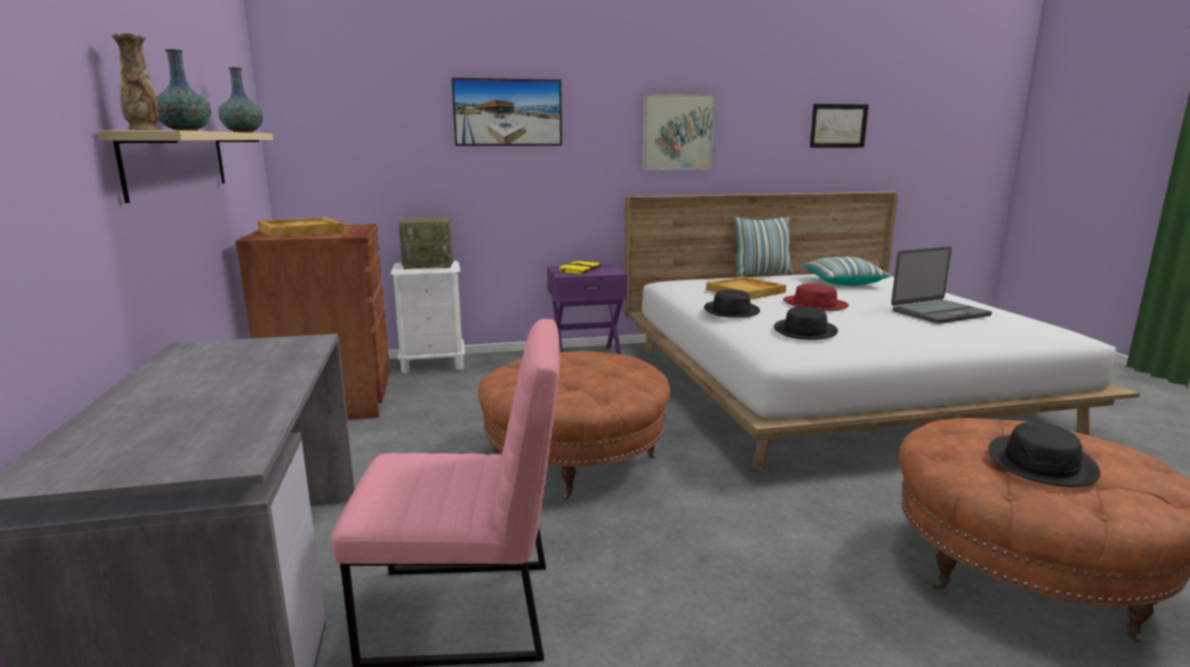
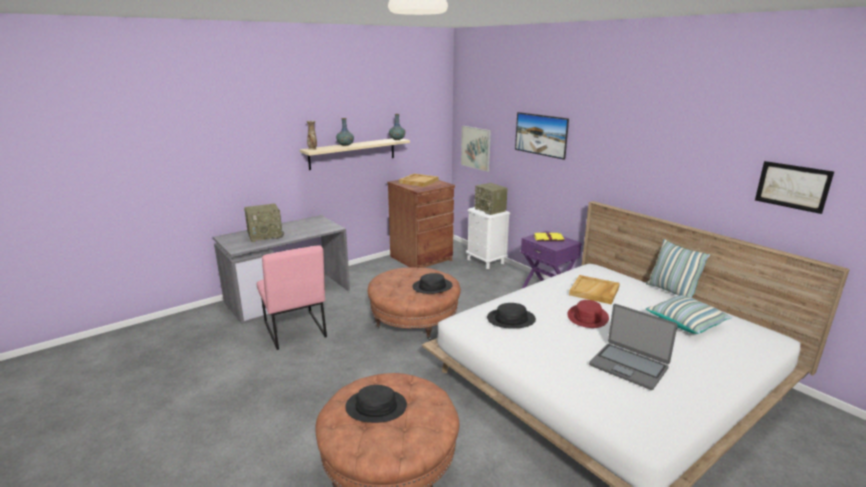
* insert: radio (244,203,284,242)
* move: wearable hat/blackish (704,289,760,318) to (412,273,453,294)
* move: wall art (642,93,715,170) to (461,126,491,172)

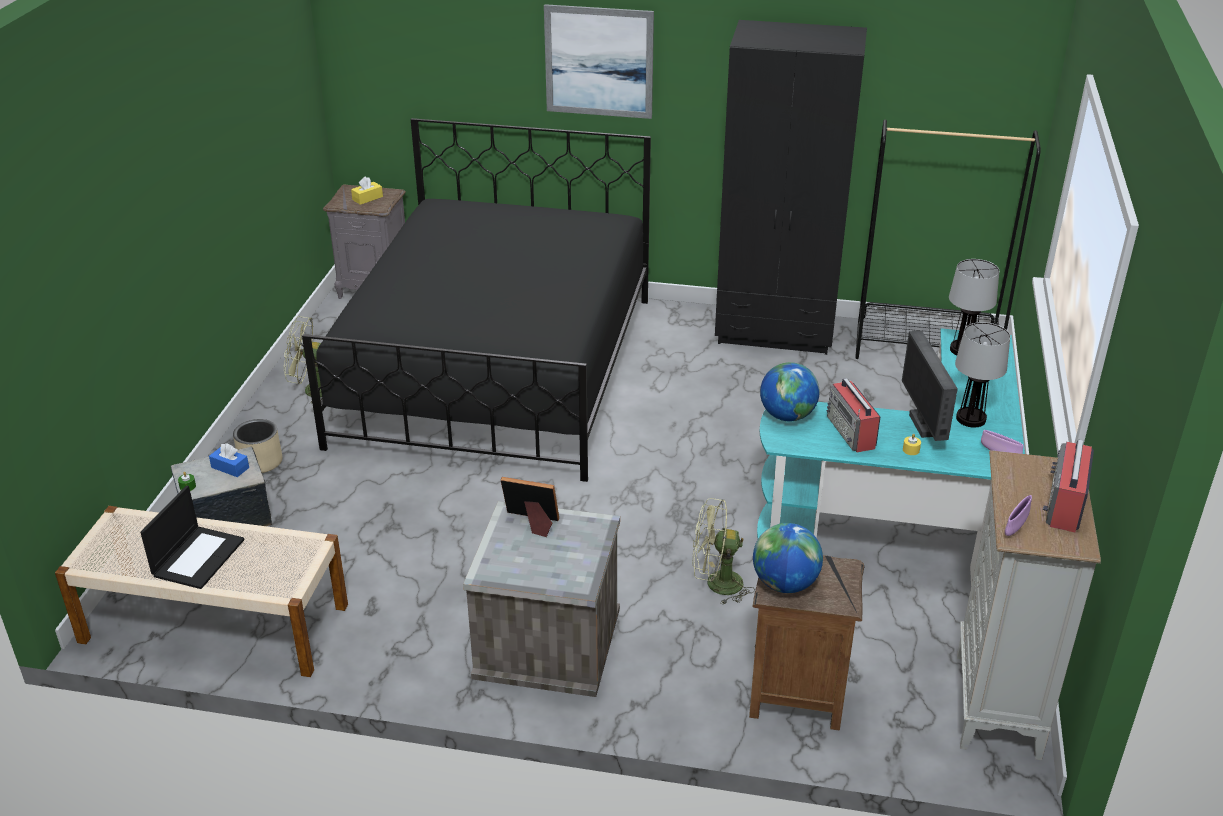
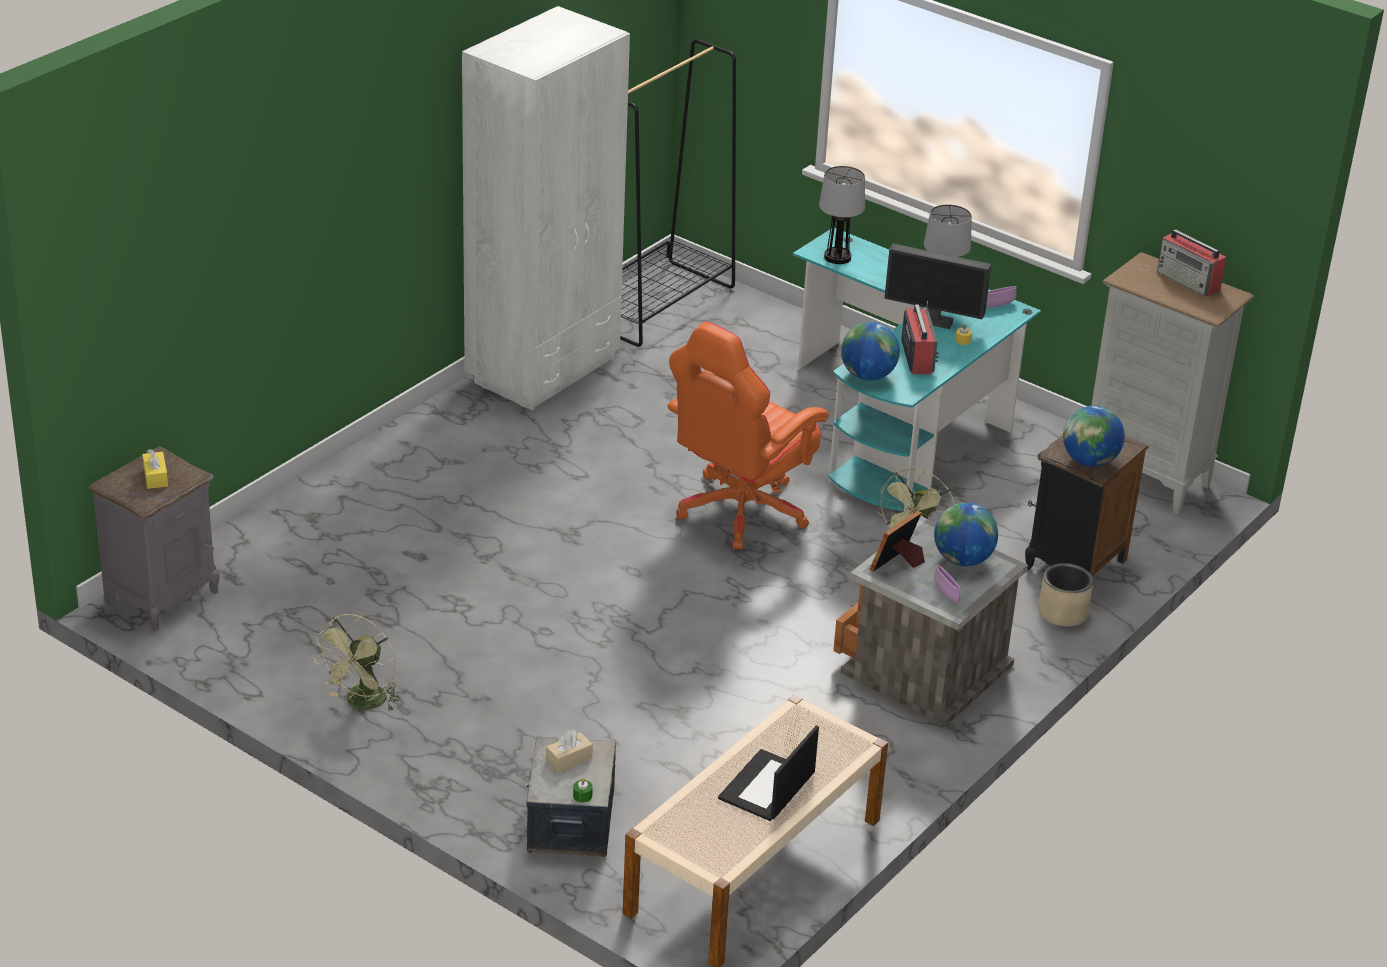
* recolor: wardrobe/blackish (715,20,867,355) to wardrobe/white-coloured (462,6,630,411)
* recolor: tissue holder/blue-coloured (209,443,249,477) to tissue holder/beige (546,730,593,772)
* insert: office chair/orange-coloured (667,321,829,550)
* rotate: notebook computer (140,486,245,589) = (718,725,819,821) 105 degrees counterclockwise
* rotate: radio (826,378,880,452) = (901,301,939,374) 105 degrees counterclockwise
* insert: globe (934,502,998,566)
* move: serving bowl/purplish (1005,495,1032,536) to (934,565,960,603)
* move: planter/beige (233,419,282,473) to (1038,563,1093,627)
* delete: bed/blackish (302,118,651,482)
* delete: wall art (544,4,654,119)

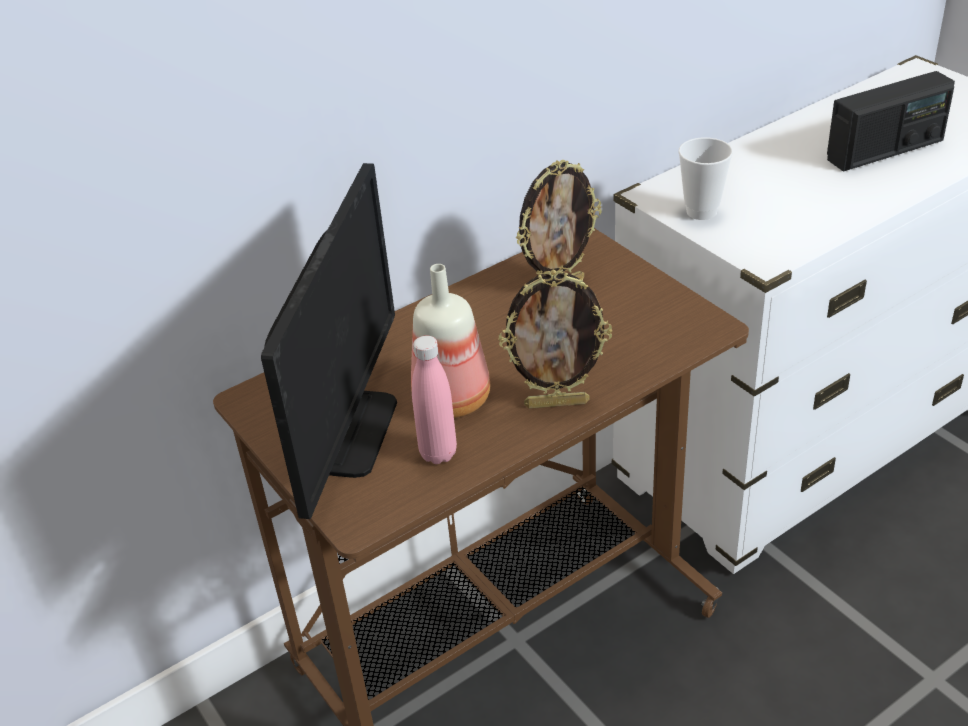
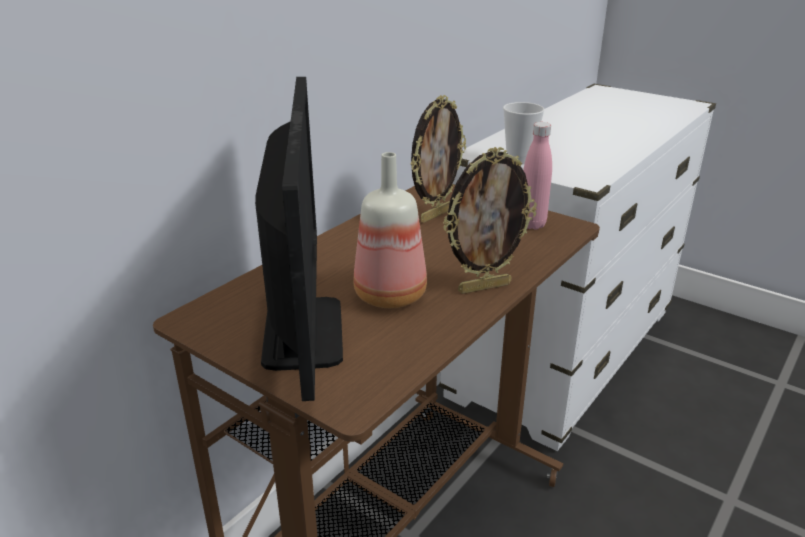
* move: beverage bottle/pink-coloured (412,336,457,464) to (523,122,552,230)
* delete: radio (827,71,955,171)

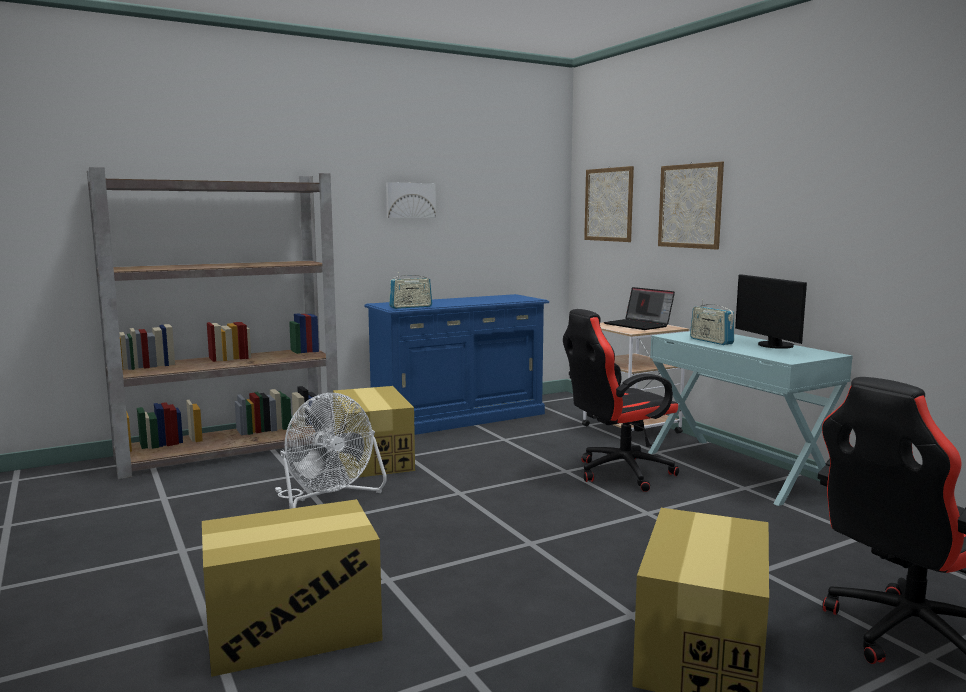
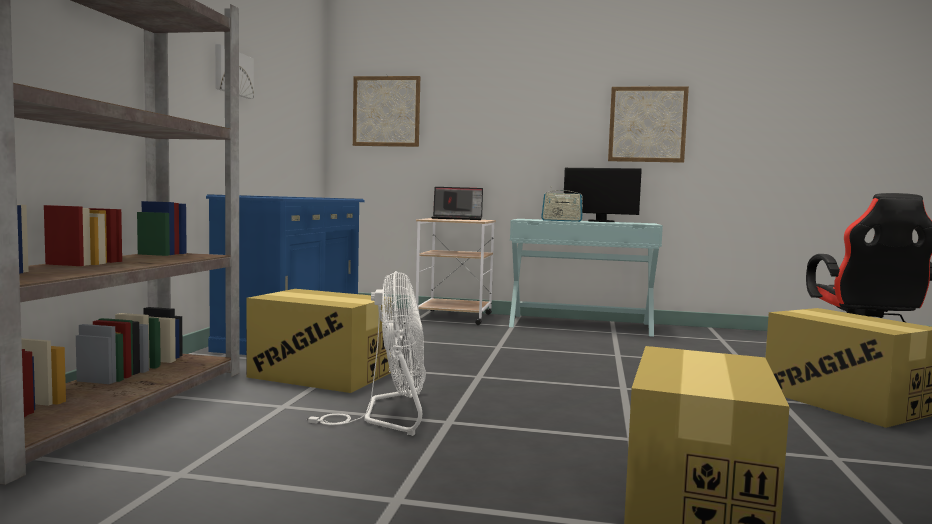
* move: wall art (658,162,724,249) to (608,85,689,163)
* delete: radio (389,272,432,309)
* delete: office chair/blackish (563,309,679,492)

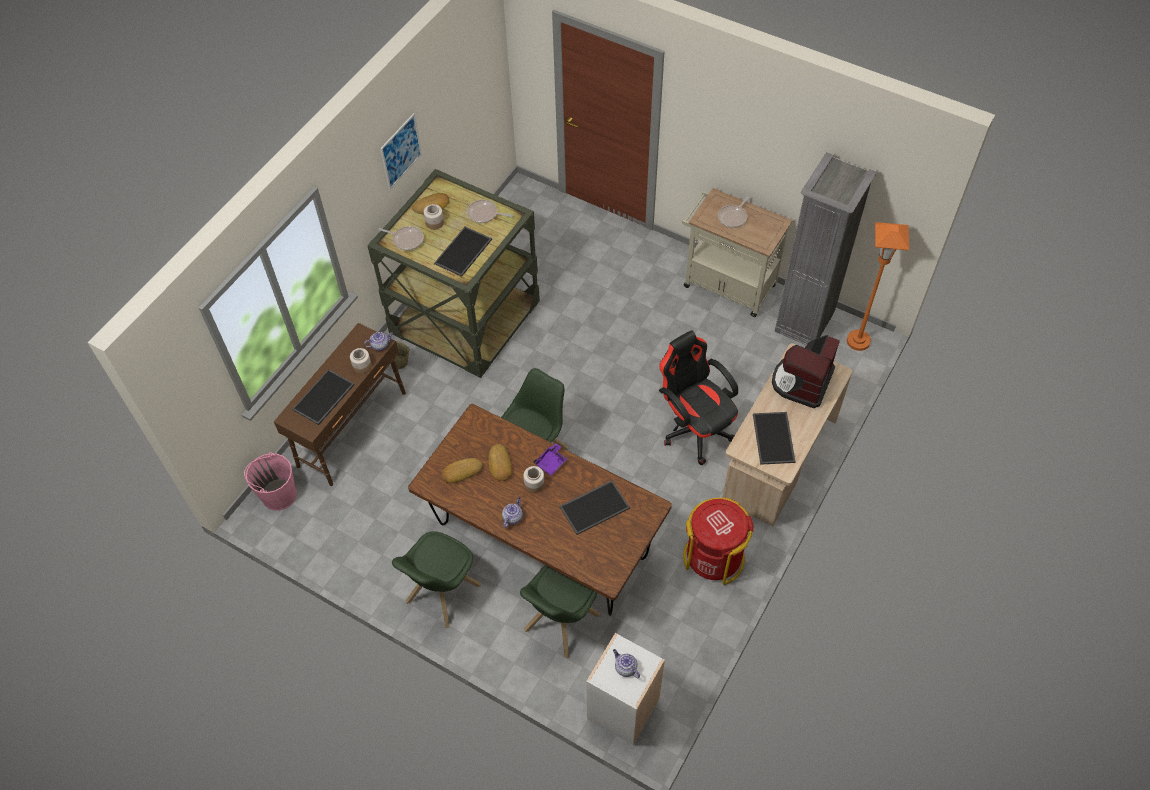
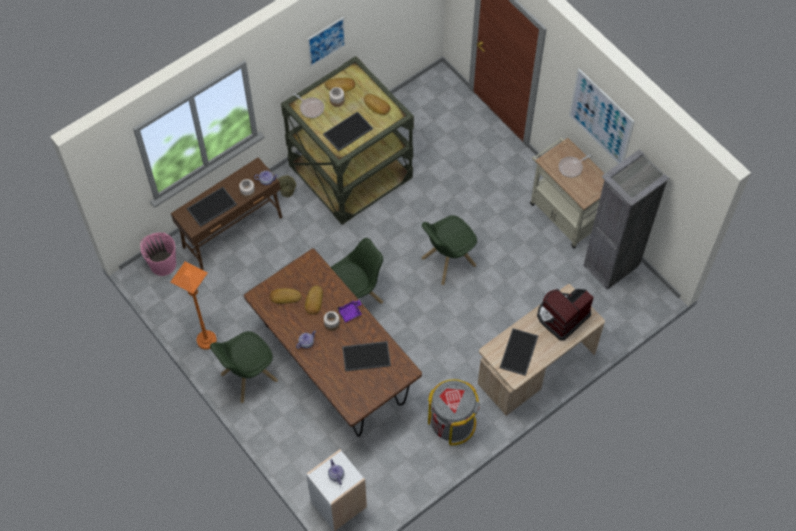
* move: standard lamp/orange-coloured (847,222,909,351) to (170,261,217,350)
* replace: pan (467,199,513,223) to baked bread (364,94,390,115)
* move: chair/greenish (520,565,600,658) to (422,215,477,285)
* recolor: waste bin/reddish (683,497,754,585) to waste bin/grey (428,379,480,445)
* insert: wall art (569,68,635,164)
* delete: office chair/blackish (659,330,738,465)

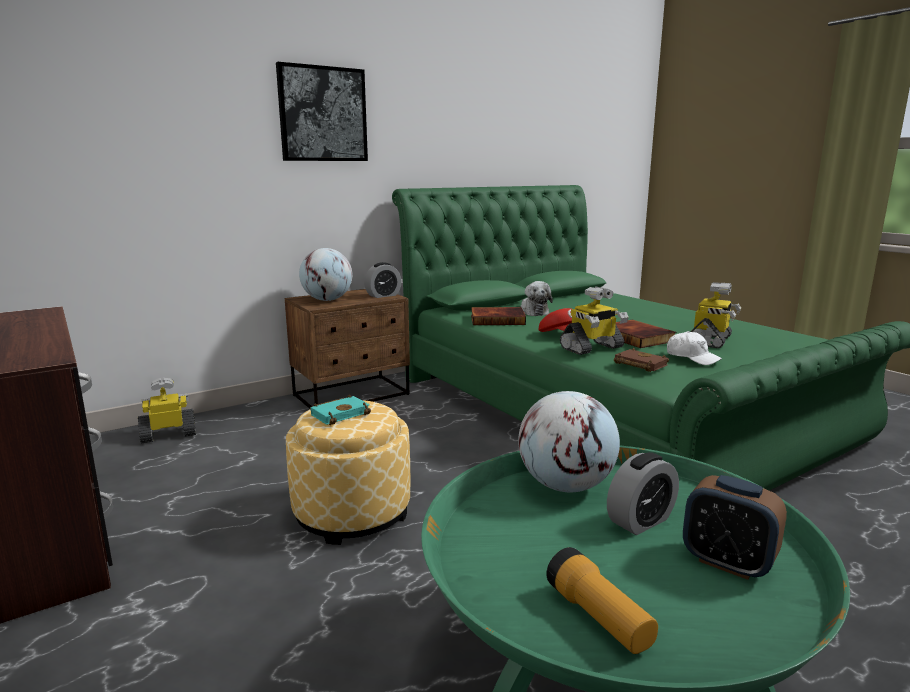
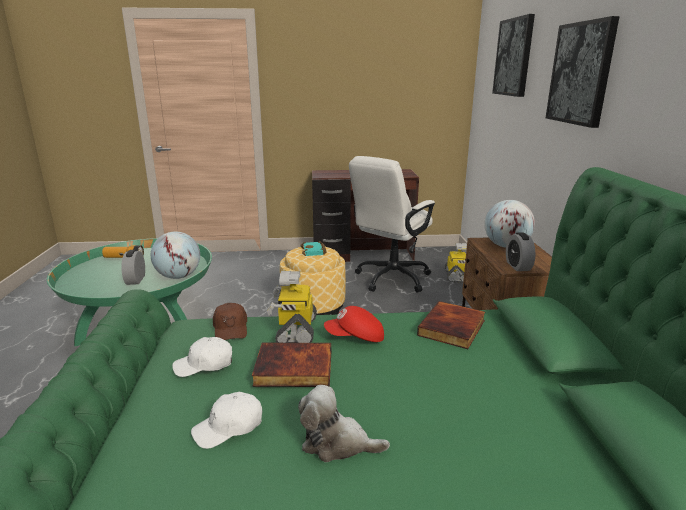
* replace: toy robot (690,282,741,348) to baseball cap/white-coloured (191,392,262,449)
* replace: bound book/brown (614,348,669,372) to baseball cap/brown (213,303,247,340)
* move: plush toy (520,281,553,316) to (298,385,390,462)
* insert: office chair/white-coloured (349,156,435,293)
* insert: wall art (492,14,535,97)
* delete: bedside clock (683,475,787,580)

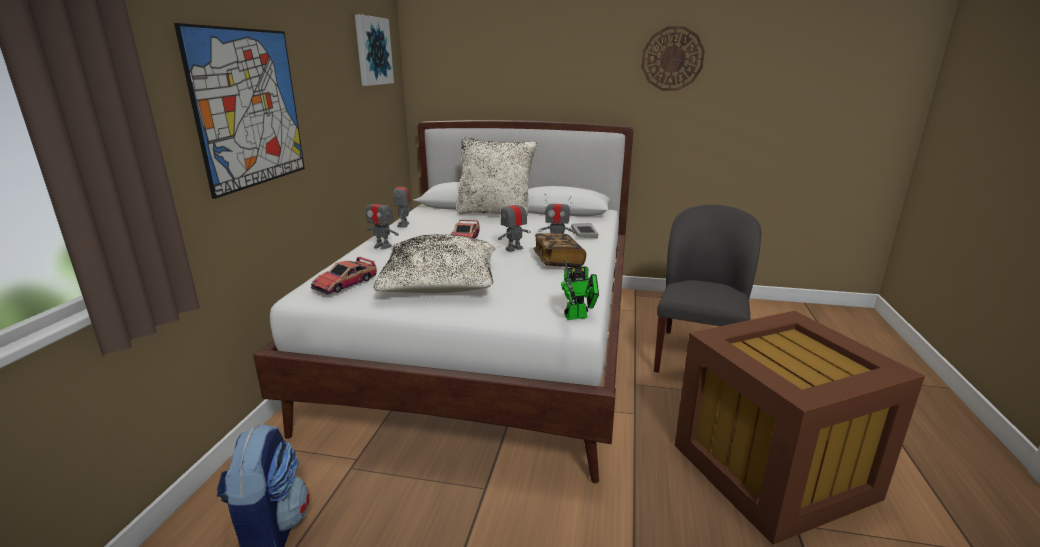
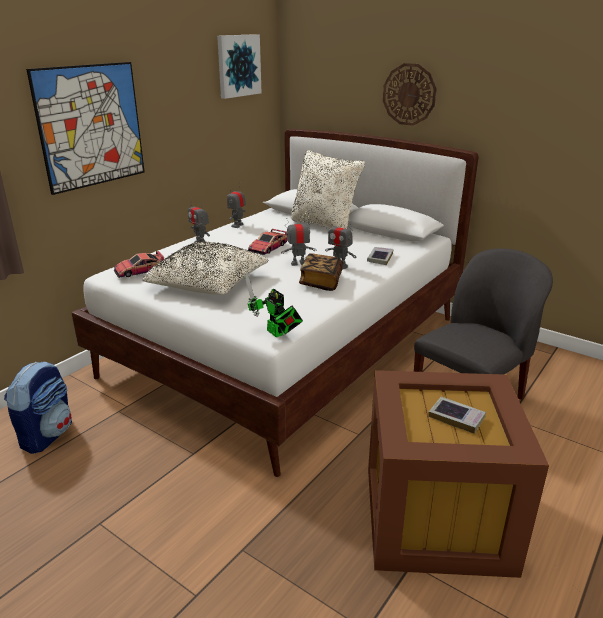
* rotate: toy robot (561,258,599,320) = (245,274,303,337) 45 degrees clockwise
* move: wall clock (641,26,705,91) to (383,63,437,126)
* insert: bound book (428,397,486,434)

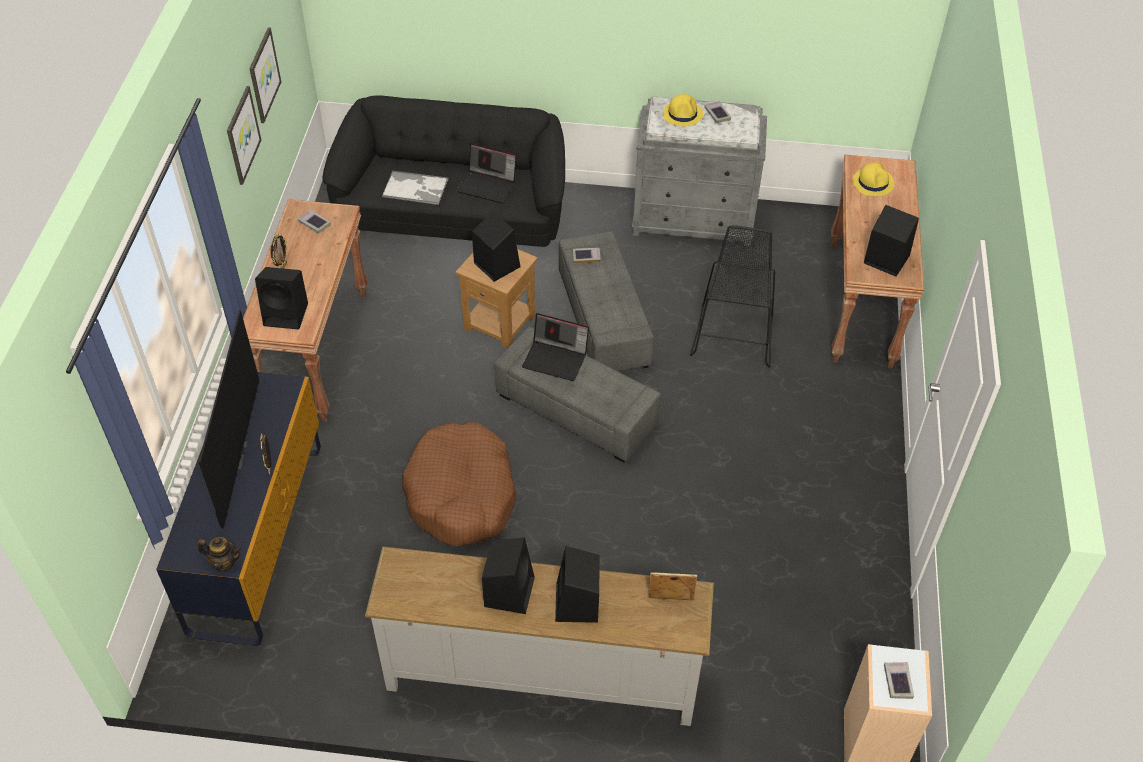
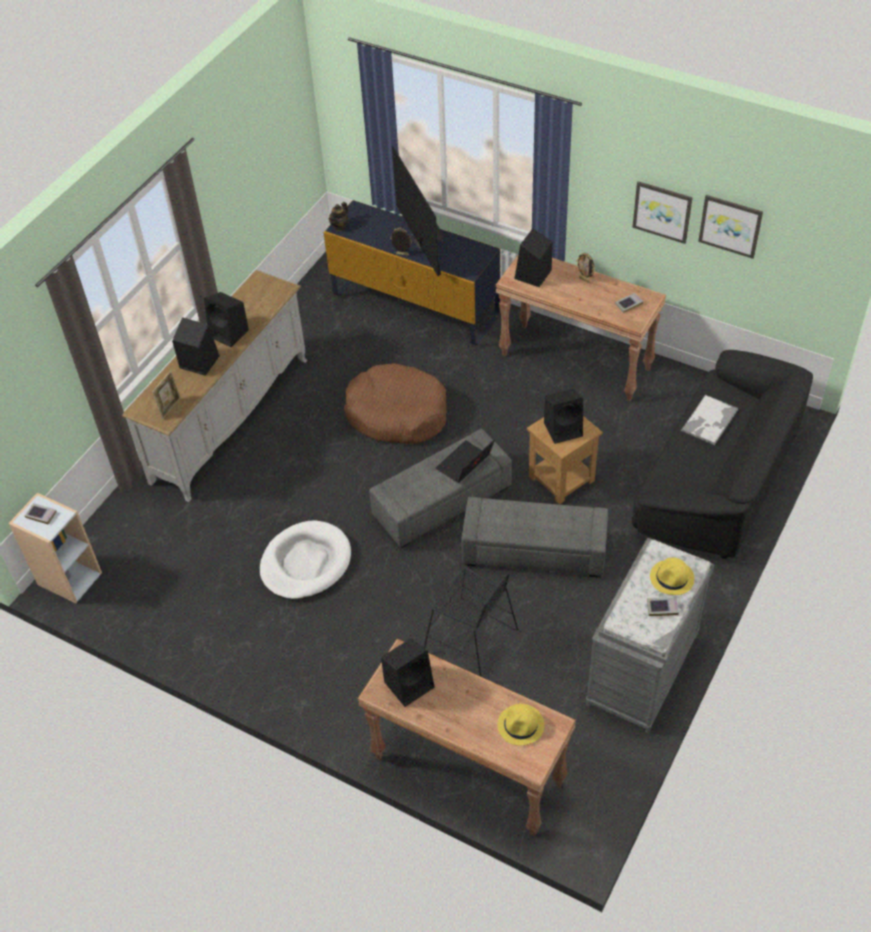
* insert: dog cushion/white-coloured (260,520,351,600)
* rotate: television (199,310,259,529) = (392,146,444,276) 45 degrees clockwise
* delete: notebook computer (457,143,517,203)
* delete: bound book (573,248,601,263)

